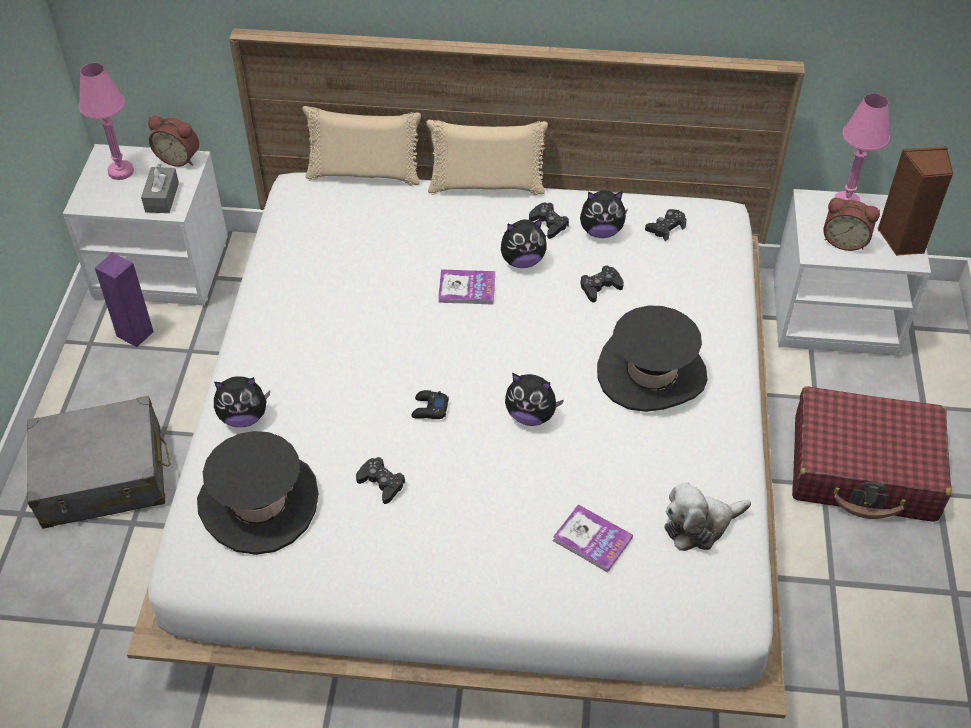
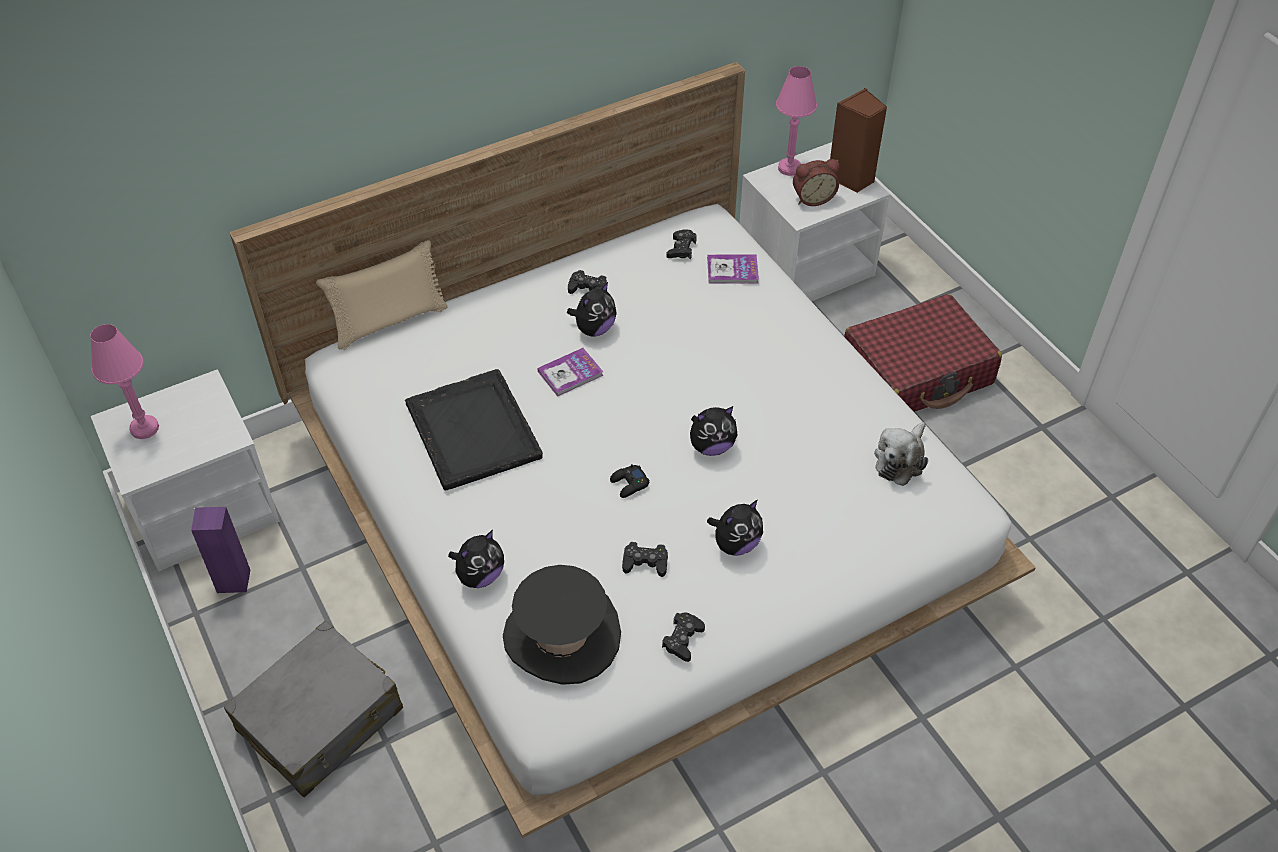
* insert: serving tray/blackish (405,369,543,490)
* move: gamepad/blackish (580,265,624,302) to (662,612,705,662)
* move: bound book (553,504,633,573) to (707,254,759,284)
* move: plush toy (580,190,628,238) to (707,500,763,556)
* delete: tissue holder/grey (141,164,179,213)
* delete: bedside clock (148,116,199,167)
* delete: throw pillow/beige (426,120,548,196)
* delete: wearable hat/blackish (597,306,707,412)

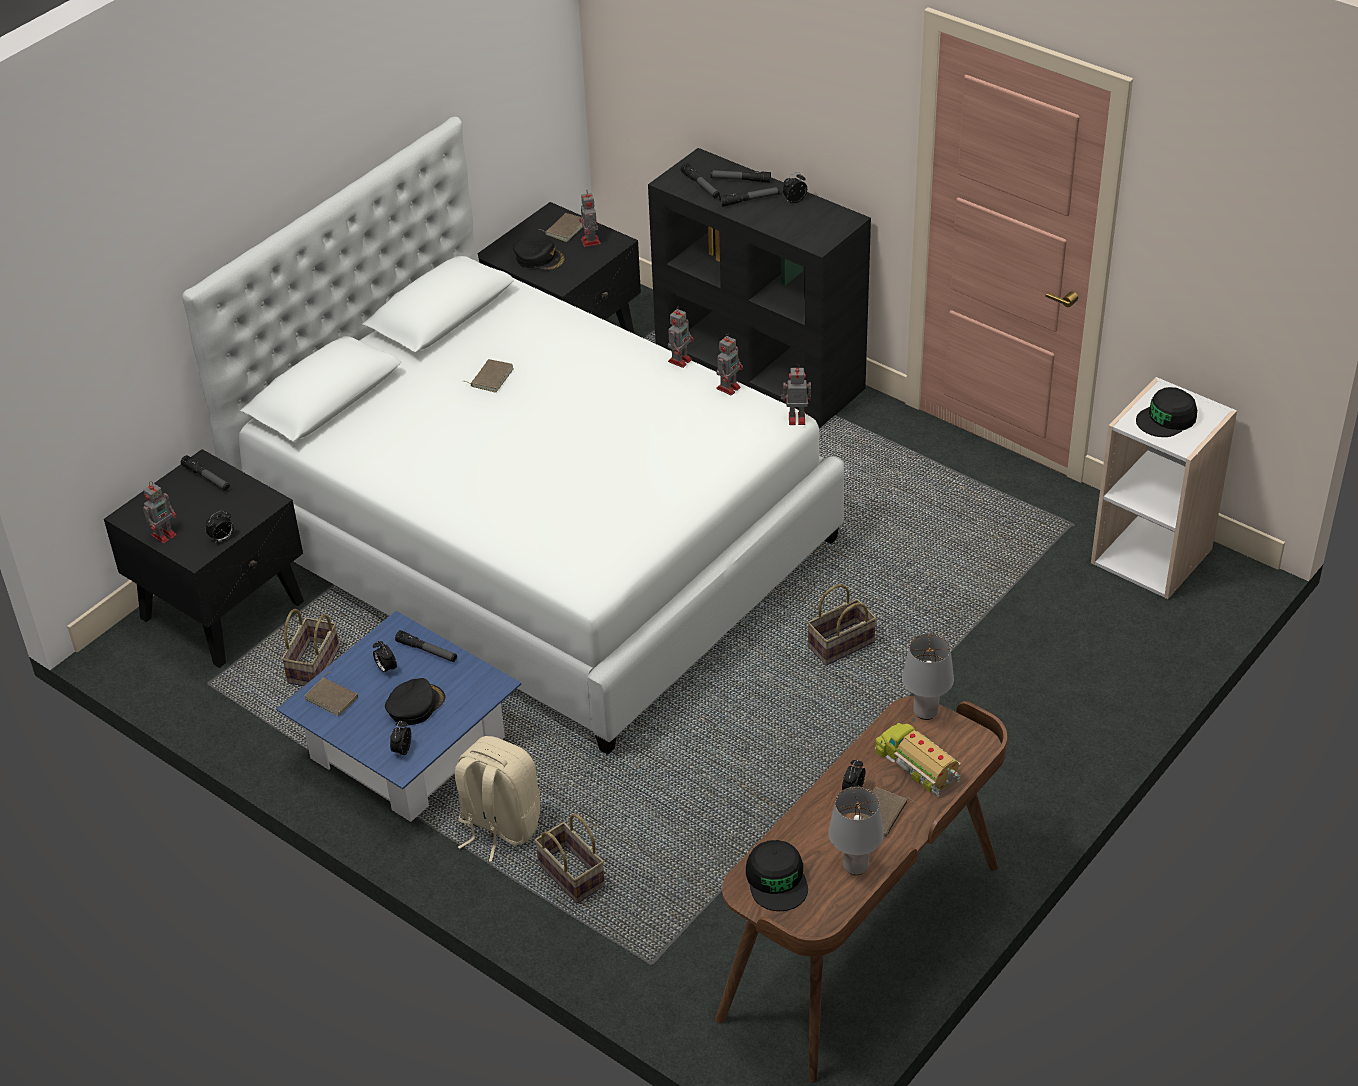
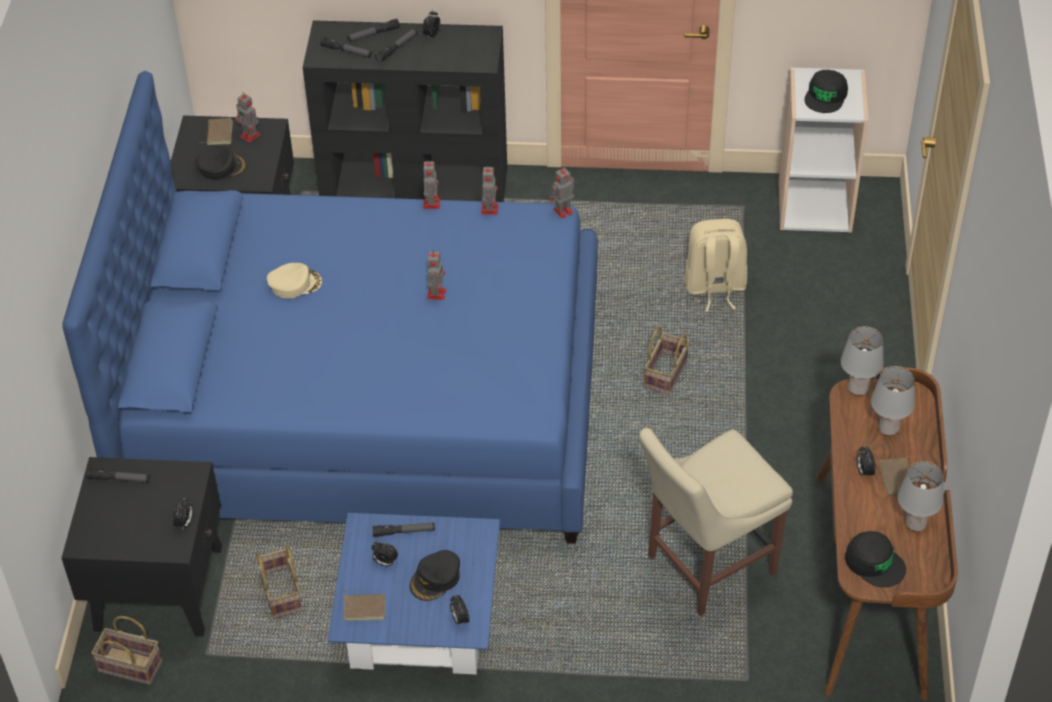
* recolor: bed/white-coloured (182,117,844,755) to bed/blue-coloured (62,71,598,544)
* move: basket (534,814,605,903) to (91,616,162,685)
* replace: bound book/brown (465,359,514,393) to baseball cap/beige (267,263,322,299)
* rotate: baseball cap/blackish (385,678,445,725) = (410,550,460,601) 150 degrees counterclockwise
* move: toy robot (143,481,176,544) to (427,249,446,300)
* insert: chair/beige (639,427,793,616)
* move: backpack/beige (455,736,540,862) to (684,219,747,312)
* replace: toy lorry (875,718,961,797) to tabletop lamp/grey (871,366,915,436)

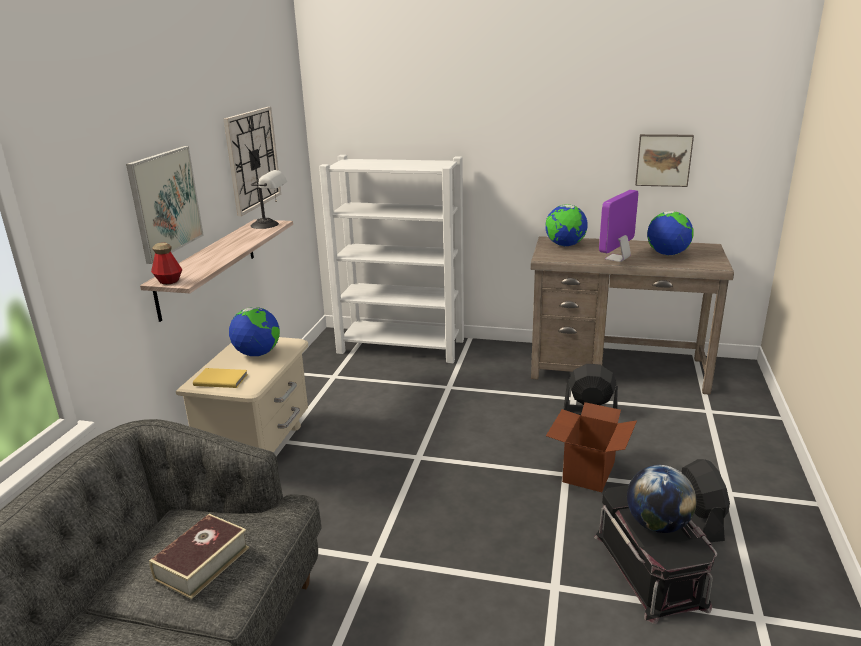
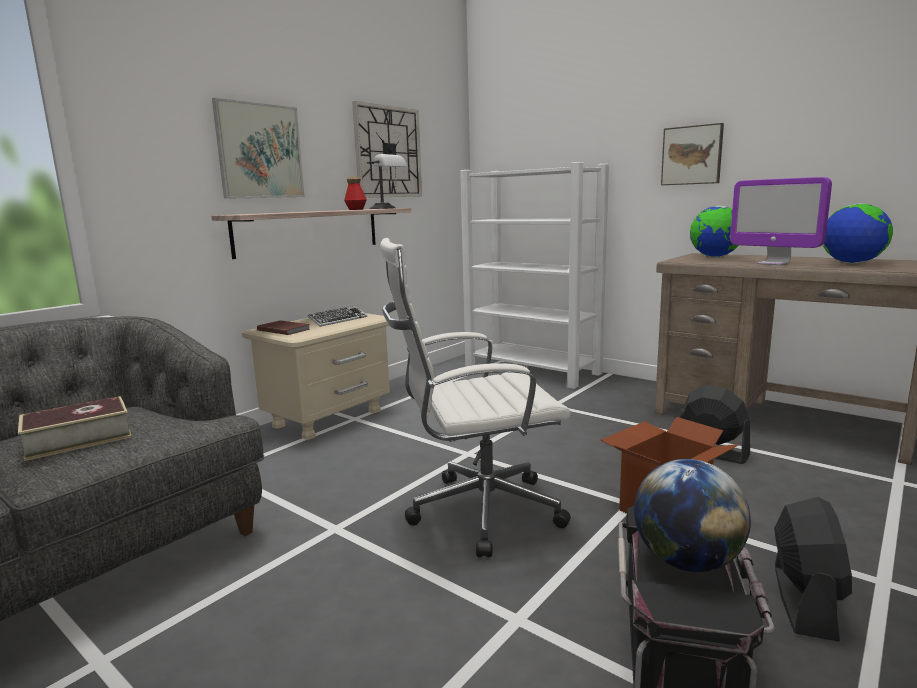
* recolor: bound book/yellow-coloured (193,368,248,388) to bound book/brown (257,320,310,335)
* replace: globe (229,307,280,356) to keyboard (307,306,367,327)
* move: beverage bottle (151,243,183,284) to (344,176,367,210)
* insert: office chair/white-coloured (380,238,571,557)
* move: wall art (635,134,694,187) to (661,123,724,185)
* rotate: computer screen (599,190,638,262) = (730,177,832,265) 105 degrees counterclockwise

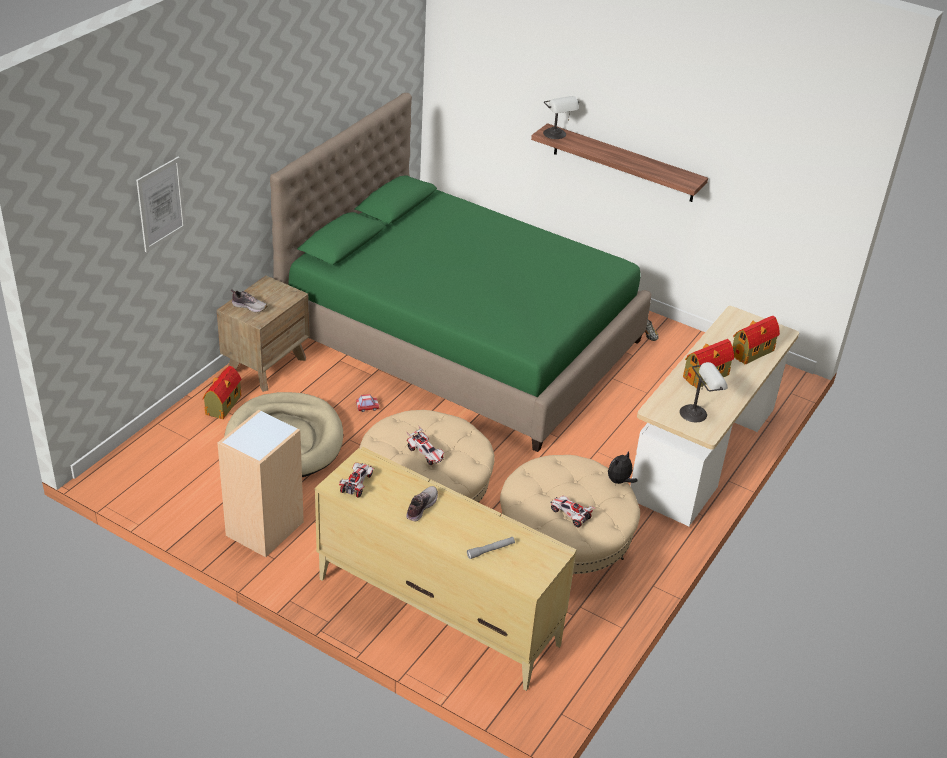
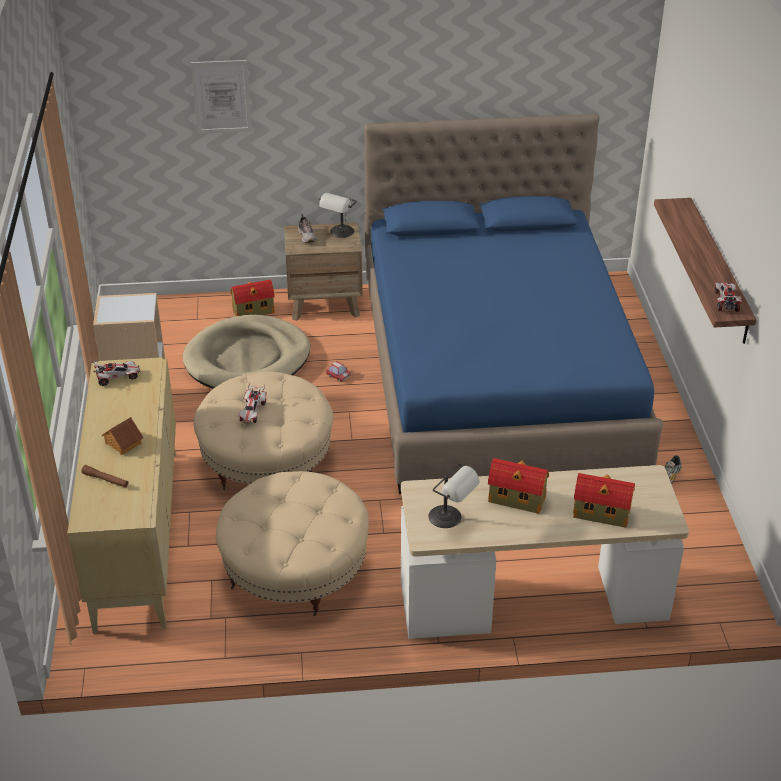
* recolor: hand torch/grey (467,537,515,559) to hand torch/brown (81,465,128,488)
* insert: miniature house (102,417,144,455)
* move: tabletop lamp (543,96,579,139) to (319,193,357,238)
* recolor: bed/greenish (270,93,651,452) to bed/blue-coloured (364,113,663,494)
* move: model car (550,496,595,528) to (715,282,742,312)
* delete: shoe (406,486,438,521)
* delete: plush toy (608,451,638,484)

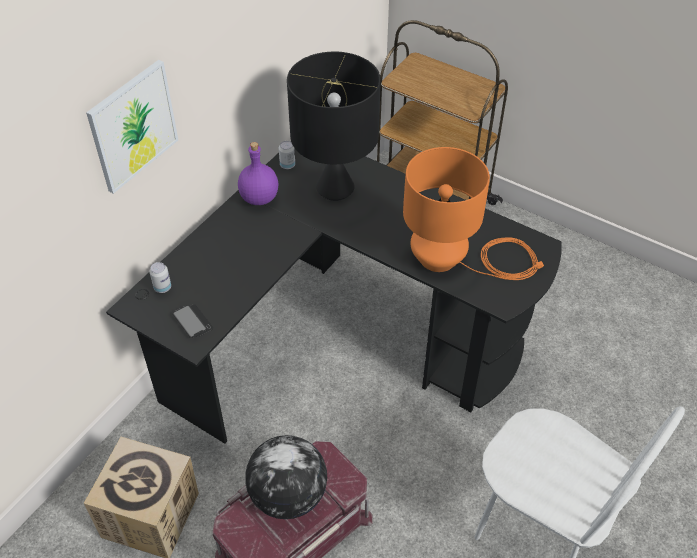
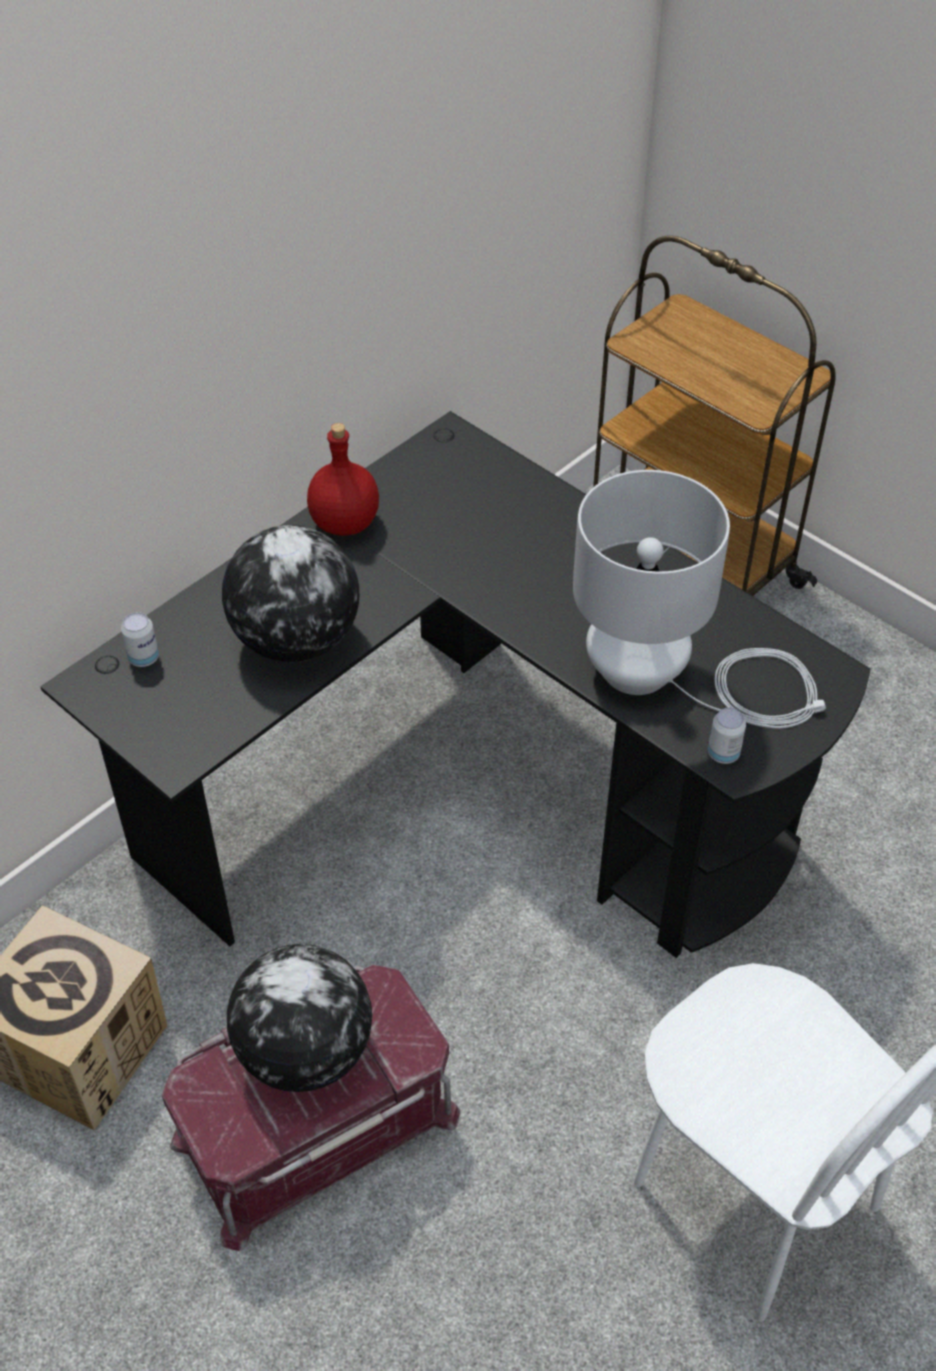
* insert: globe (222,525,359,662)
* recolor: beverage bottle/purplish (238,142,278,205) to beverage bottle/reddish (307,423,379,536)
* recolor: tabletop lamp/orange-coloured (403,147,544,280) to tabletop lamp/white-coloured (573,470,826,729)
* move: metal can (279,141,295,169) to (708,708,746,764)
* delete: wall art (86,60,178,194)
* delete: phone (173,304,213,338)
* delete: tabletop lamp/blackish (287,52,381,201)

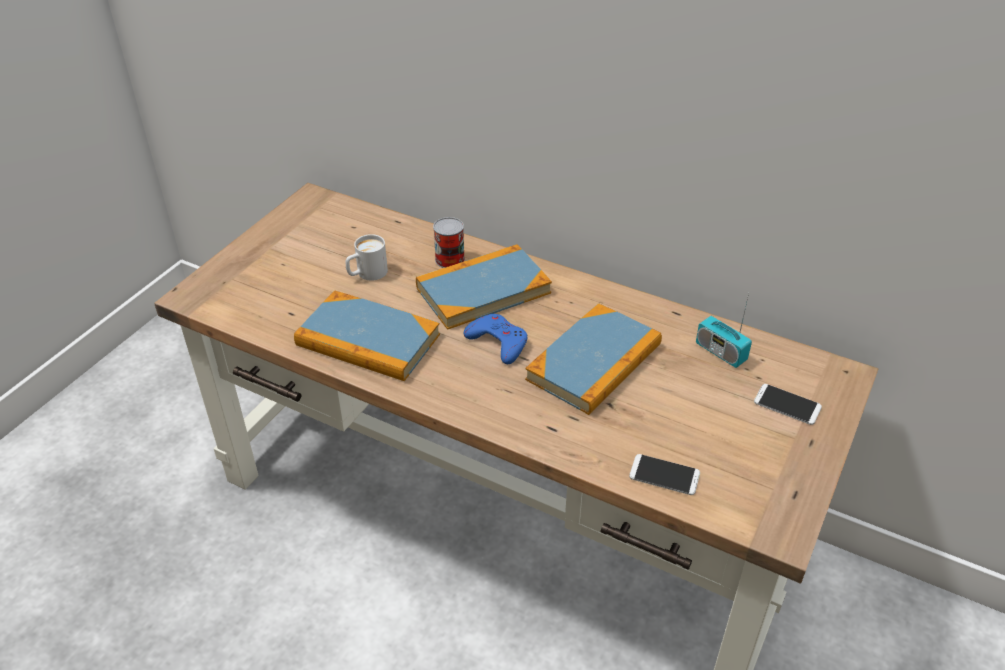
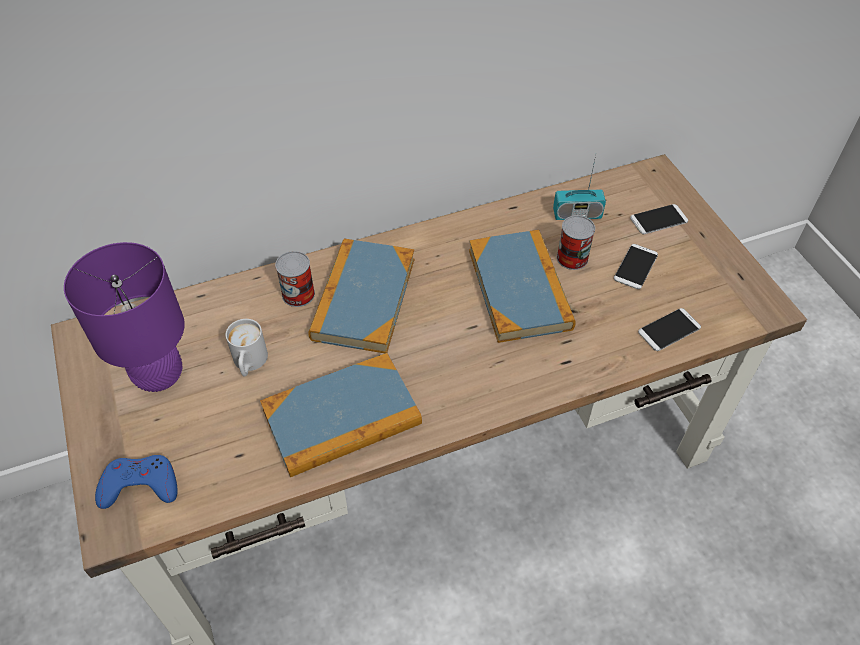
* insert: tabletop lamp/purplish (64,242,185,392)
* move: gamepad/blue-coloured (463,314,528,364) to (95,455,178,509)
* insert: metal can (557,215,595,270)
* insert: phone (614,244,658,289)

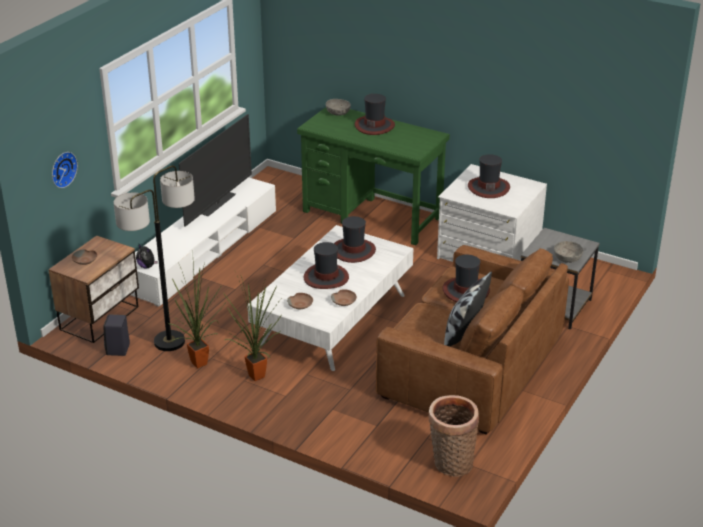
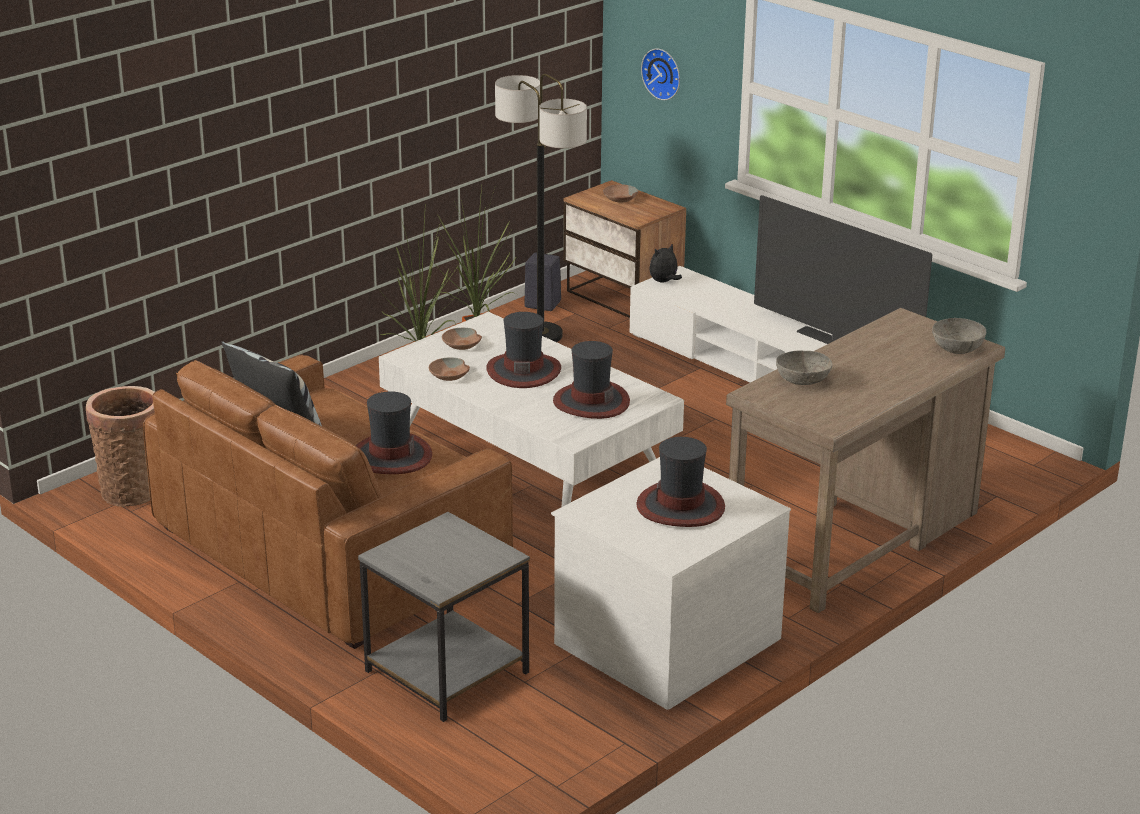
* recolor: desk table/greenish (297,107,450,245) to desk table/brown (726,308,1005,613)
* move: serving bowl/grey (554,241,583,263) to (776,351,833,385)
* delete: wearable hat (355,94,395,135)

